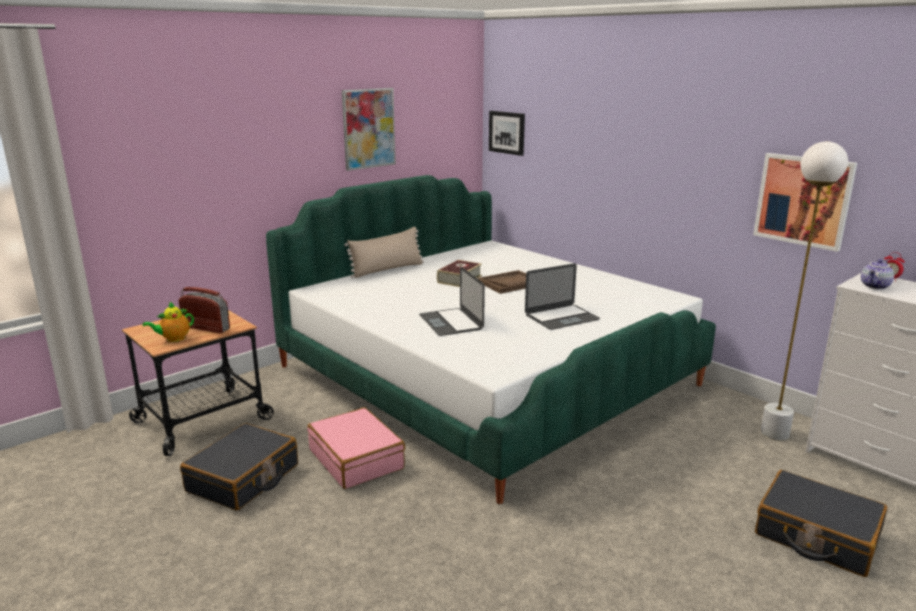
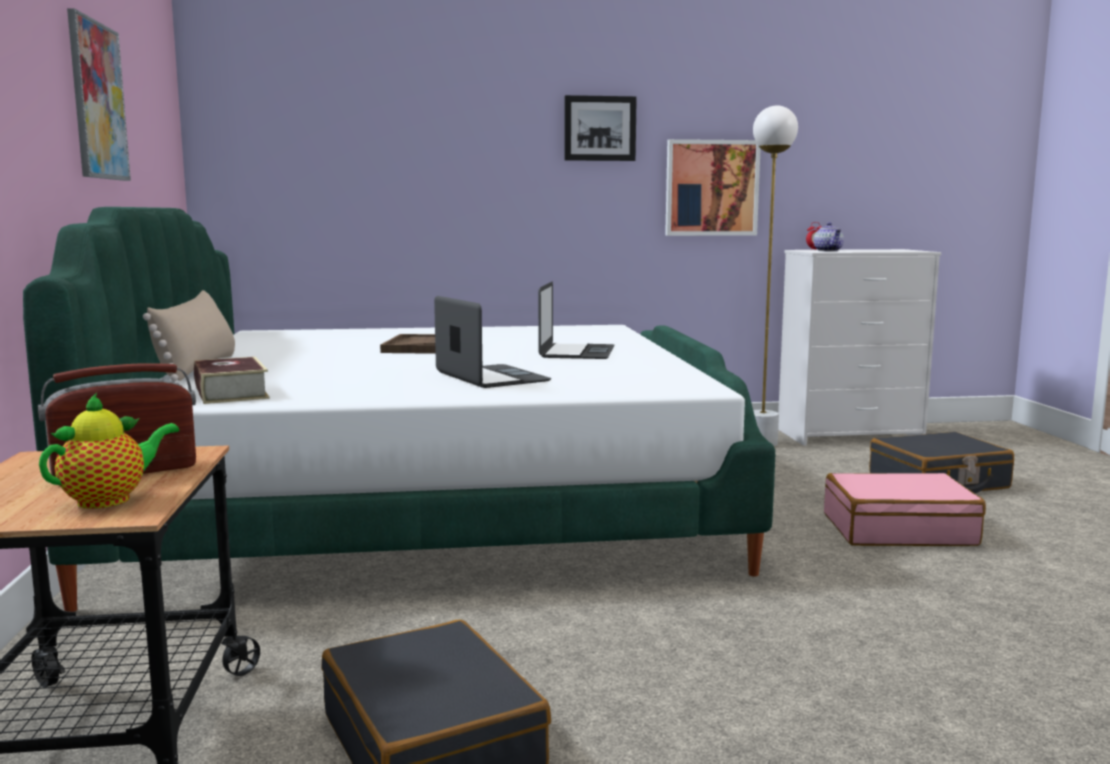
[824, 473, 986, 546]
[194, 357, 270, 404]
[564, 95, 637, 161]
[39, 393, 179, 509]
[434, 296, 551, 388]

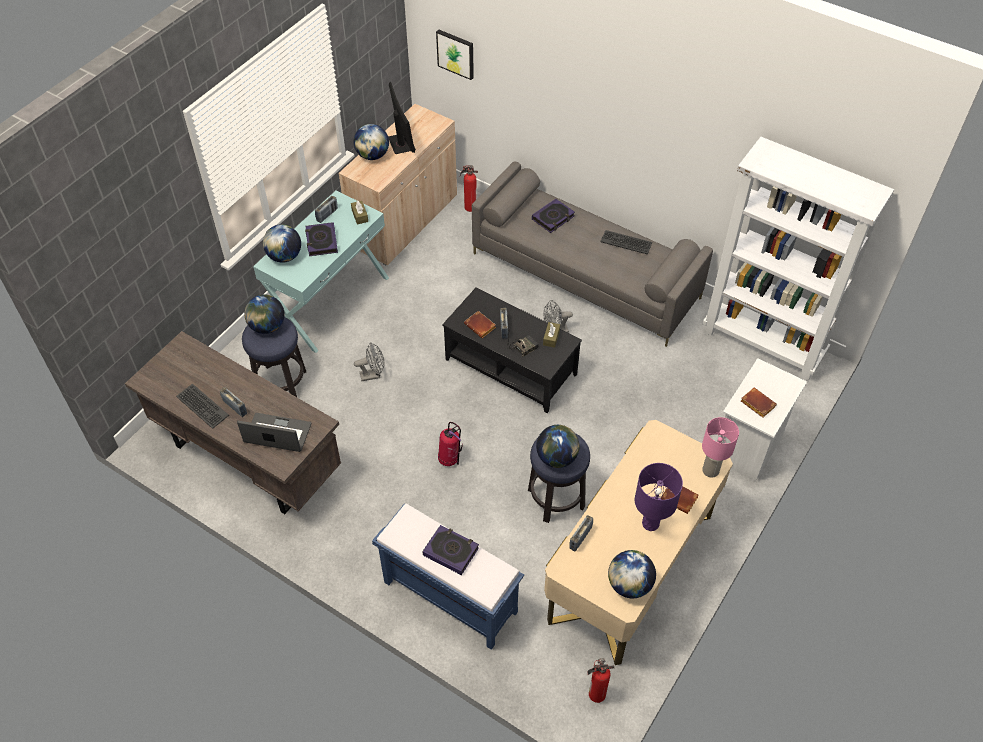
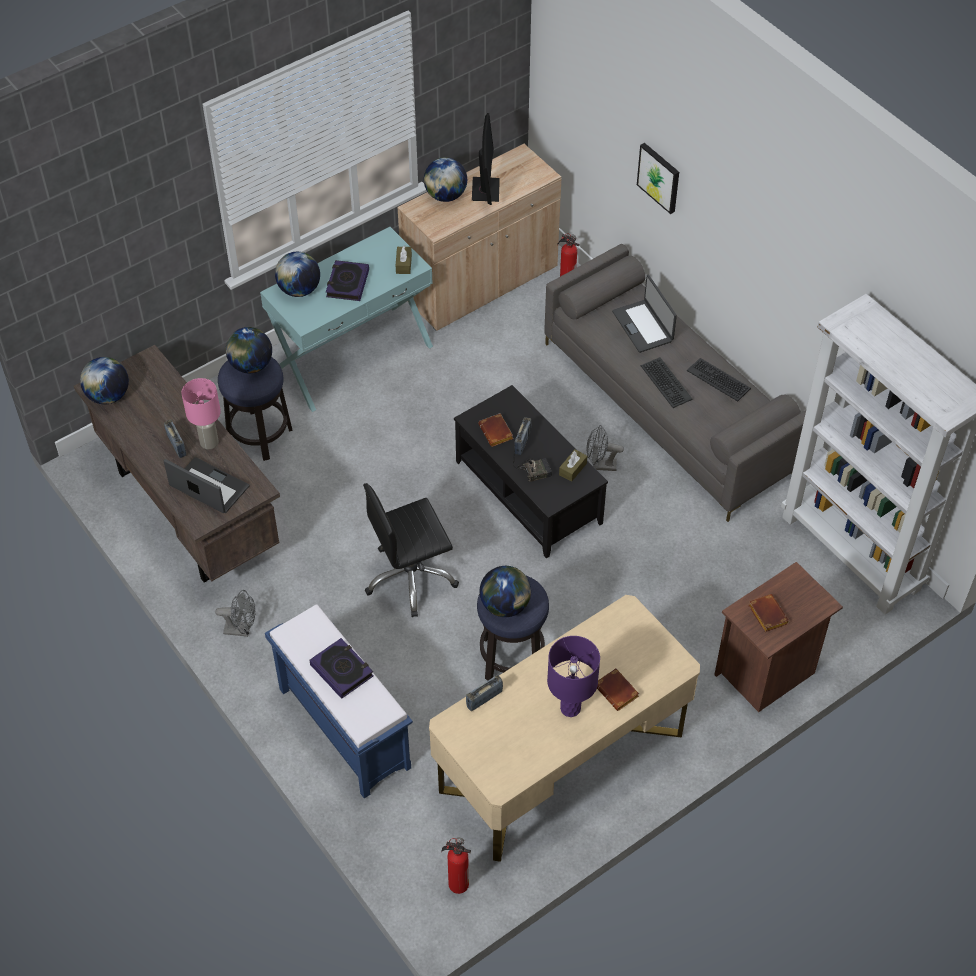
[315, 196, 338, 223] (first image)
[641, 357, 693, 408]
[215, 590, 255, 637]
[637, 143, 679, 214]
[80, 357, 129, 404]
[181, 378, 221, 449]
[363, 483, 459, 617]
[612, 275, 677, 353]
[714, 562, 843, 712]

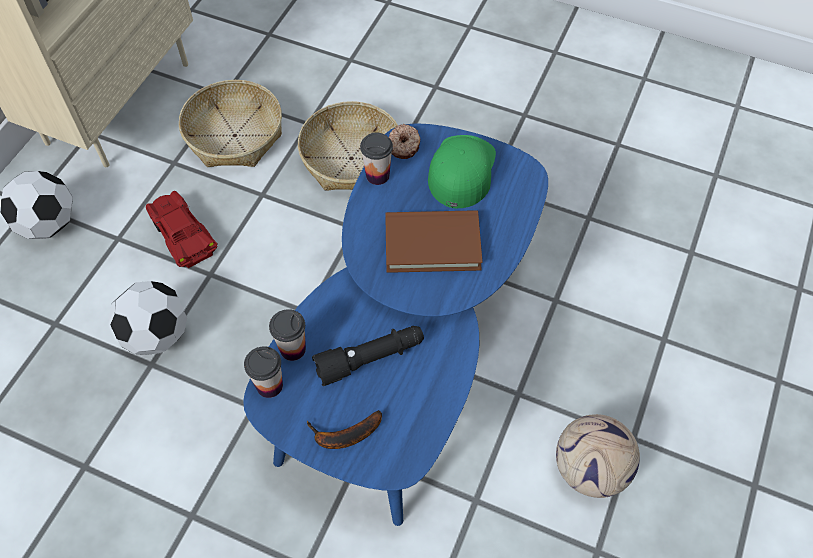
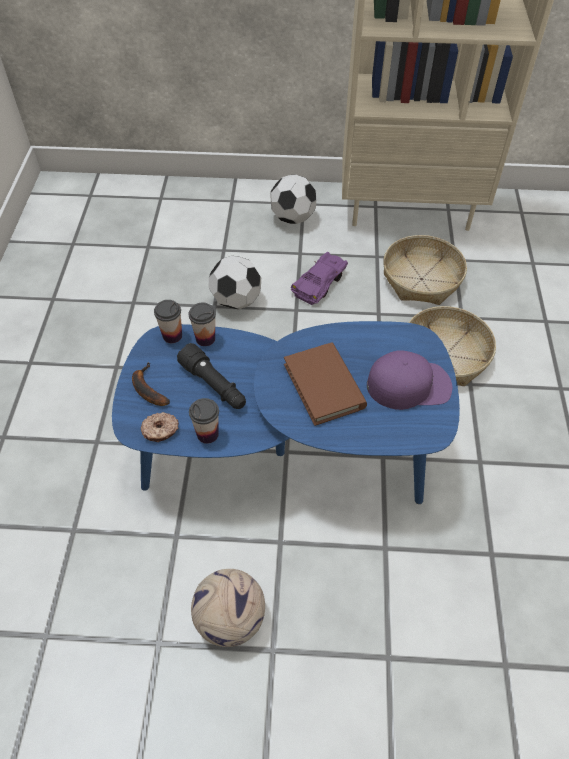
[189, 398, 219, 444]
[141, 412, 179, 442]
[291, 252, 348, 305]
[367, 350, 453, 410]

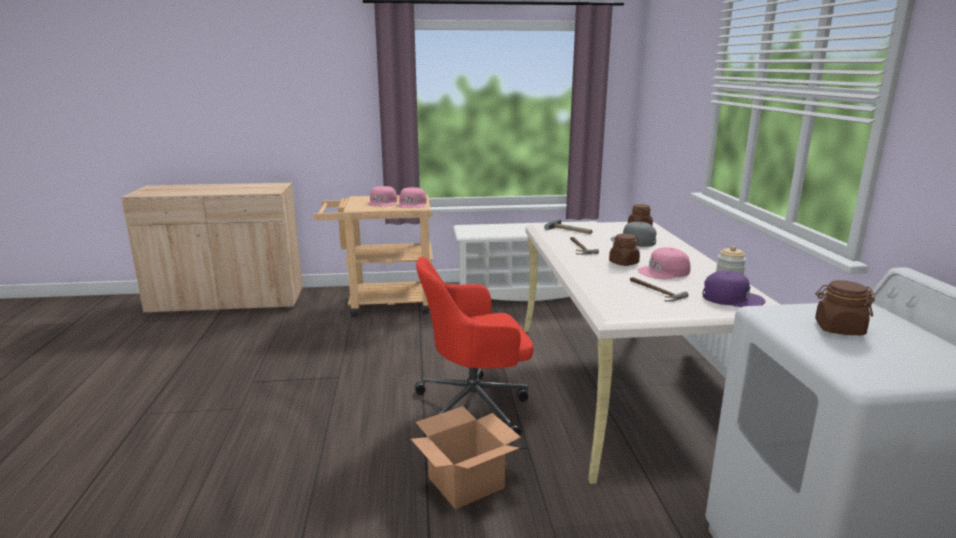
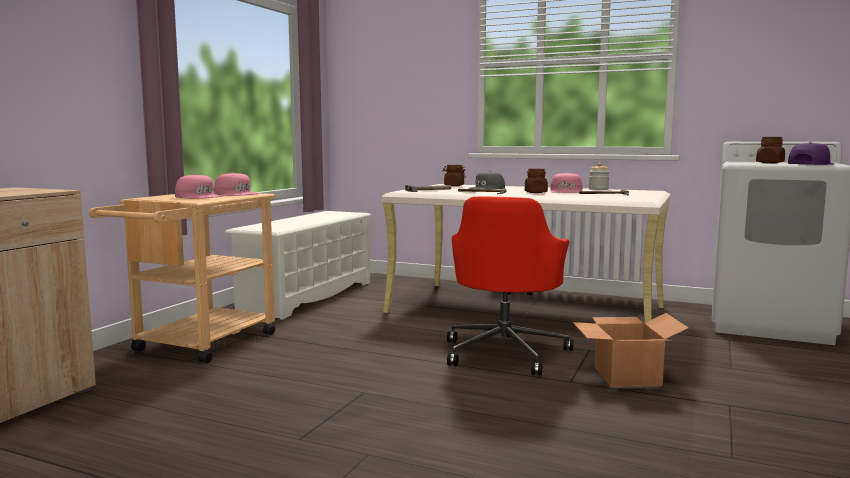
[788, 142, 834, 165]

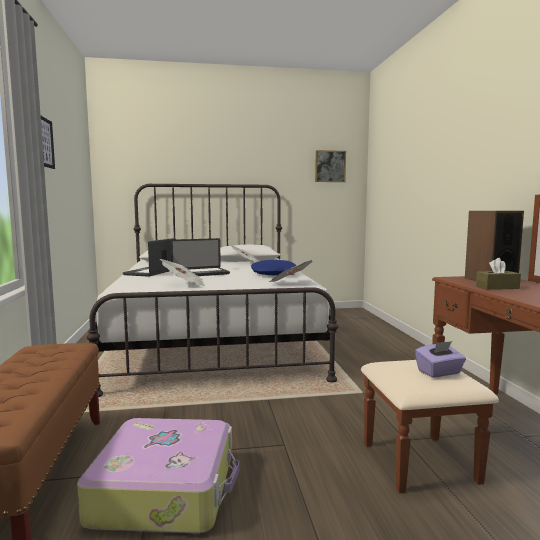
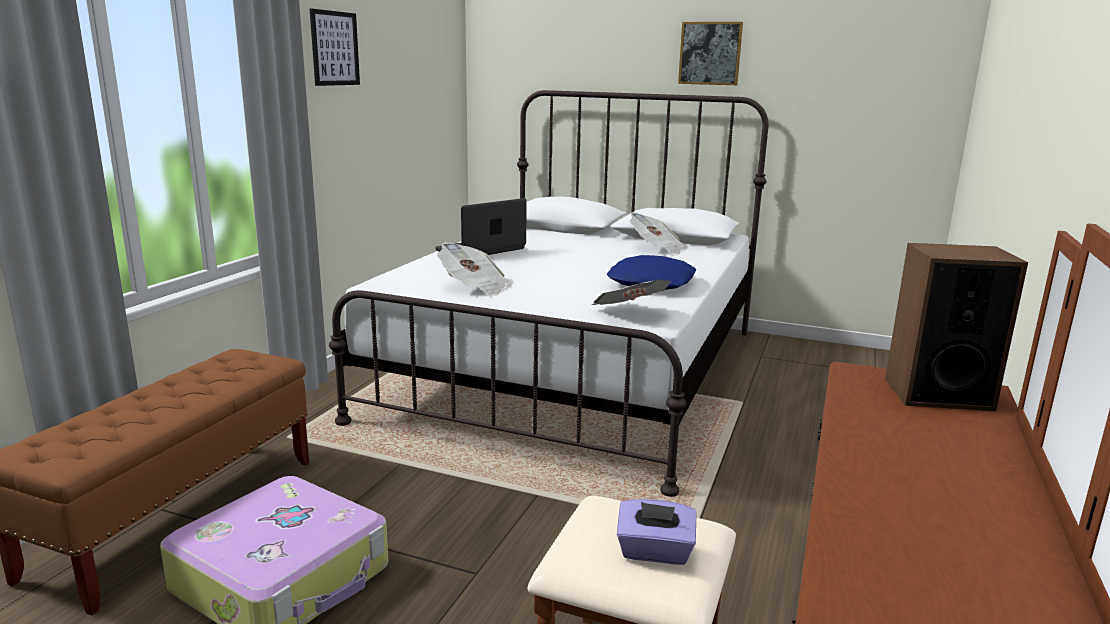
[171, 238, 230, 276] (first image)
[476, 258, 521, 290] (first image)
[678, 22, 743, 85]

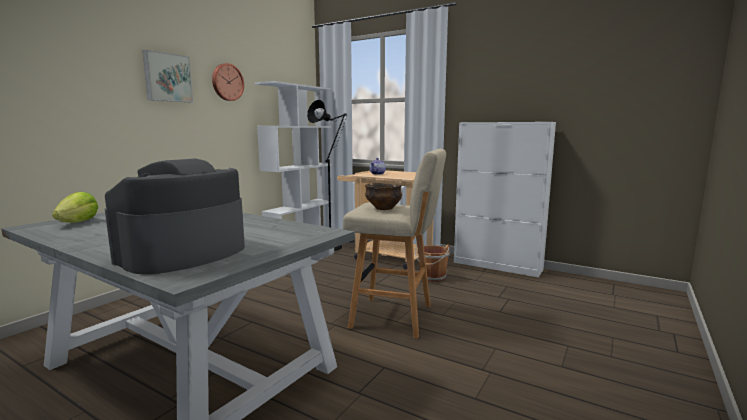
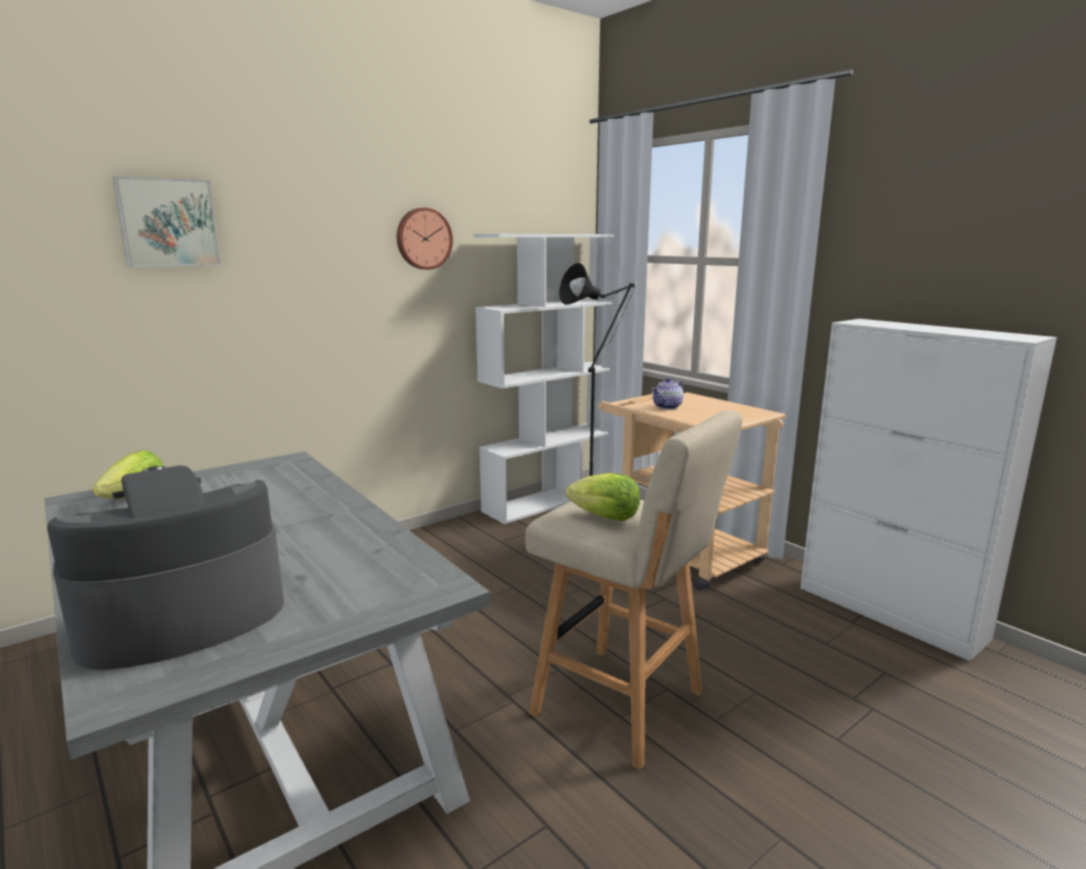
[415, 244, 450, 282] (first image)
[112, 176, 221, 267]
[566, 473, 640, 521]

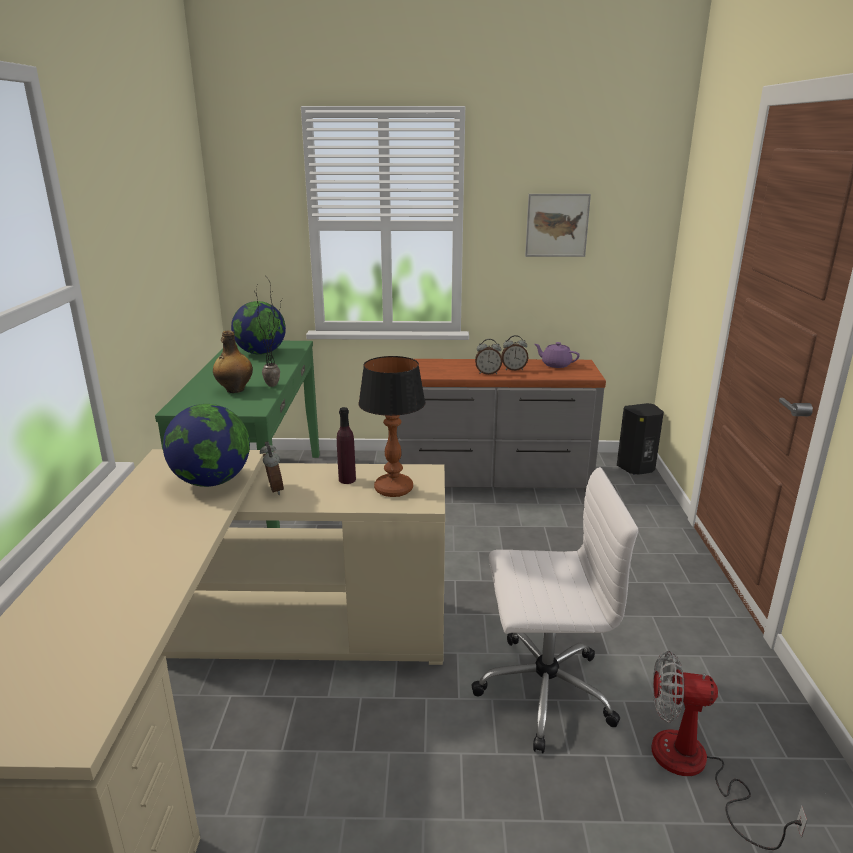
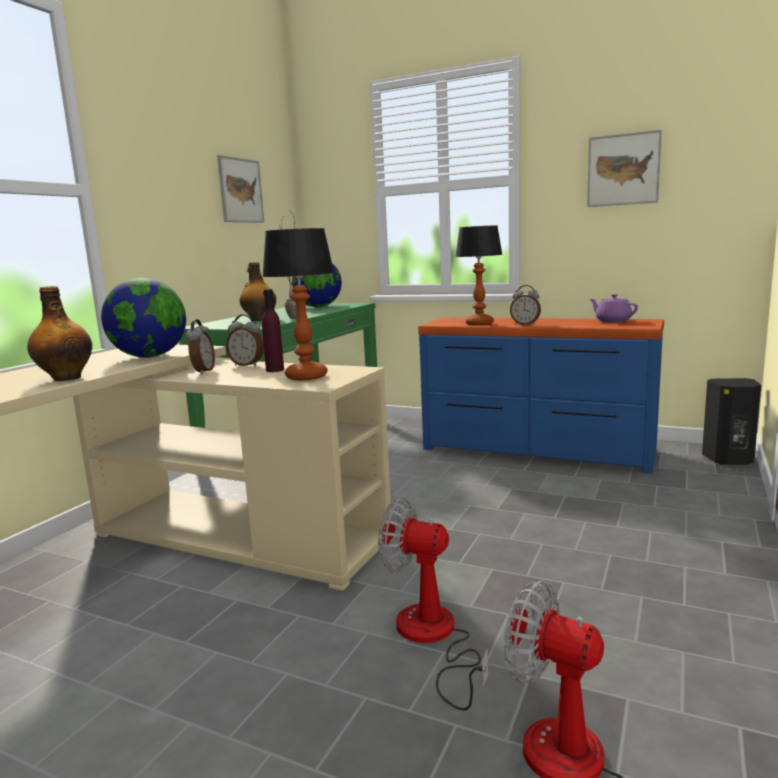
[27, 286, 92, 381]
[217, 155, 264, 223]
[455, 225, 503, 325]
[226, 314, 264, 366]
[378, 498, 488, 711]
[418, 317, 664, 474]

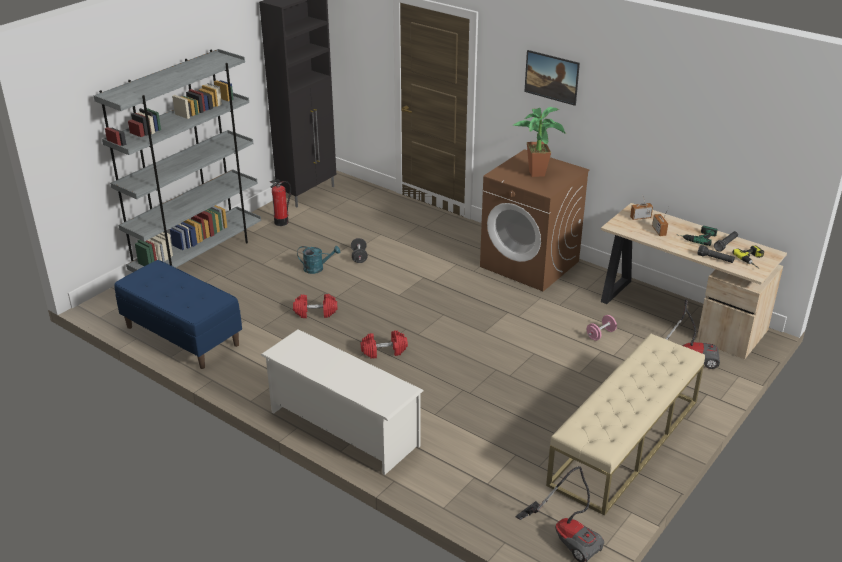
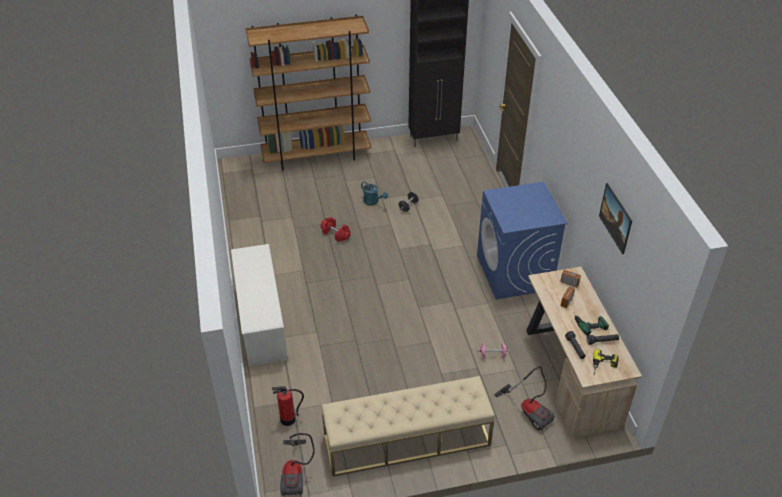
[114, 260, 242, 369] (first image)
[361, 331, 408, 359] (first image)
[513, 107, 566, 177] (first image)
[272, 387, 304, 426]
[599, 183, 632, 254]
[246, 14, 371, 170]
[477, 182, 568, 299]

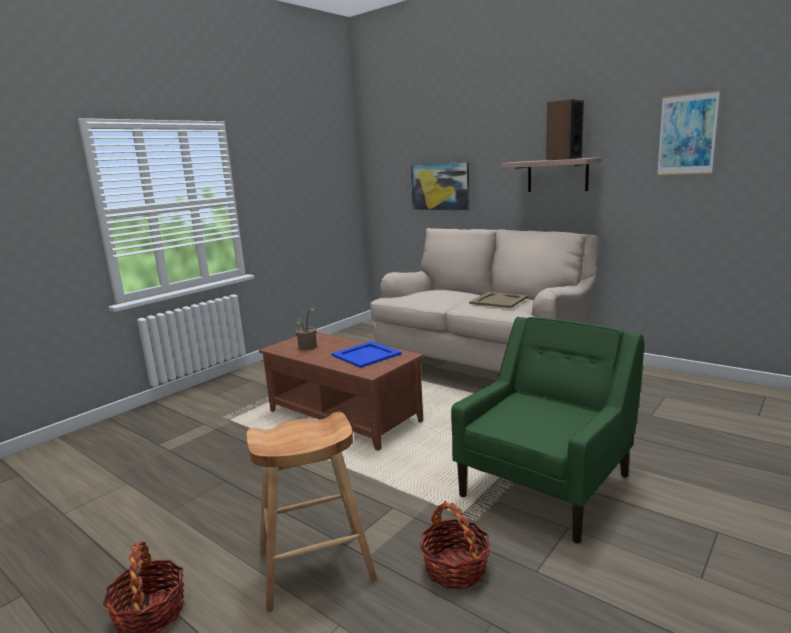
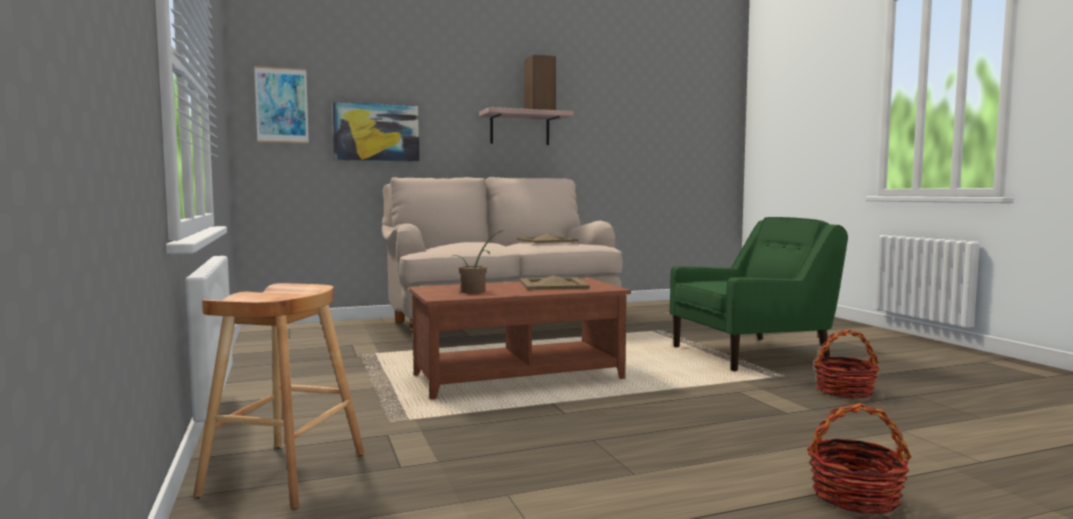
[193, 283, 365, 509]
[254, 66, 309, 143]
[520, 275, 590, 290]
[670, 217, 848, 371]

